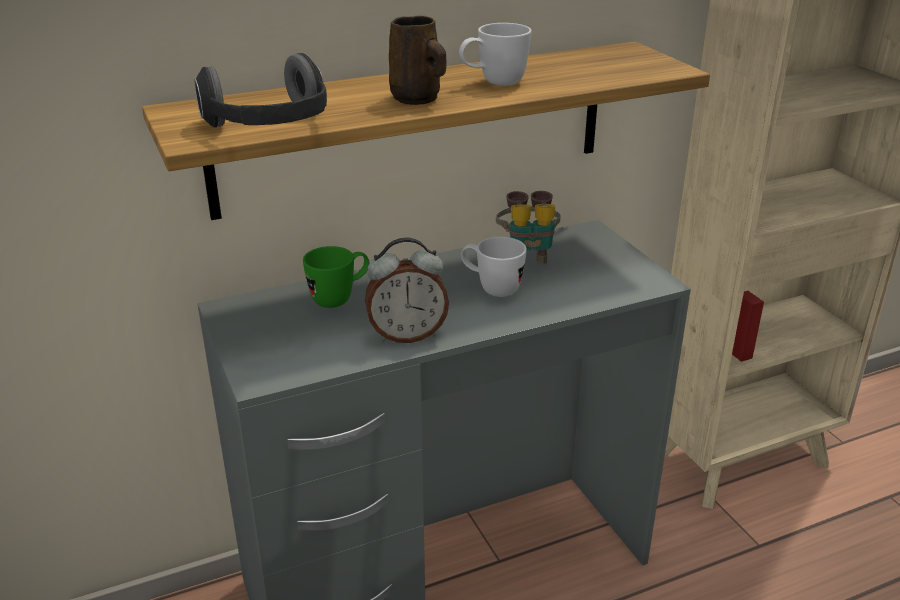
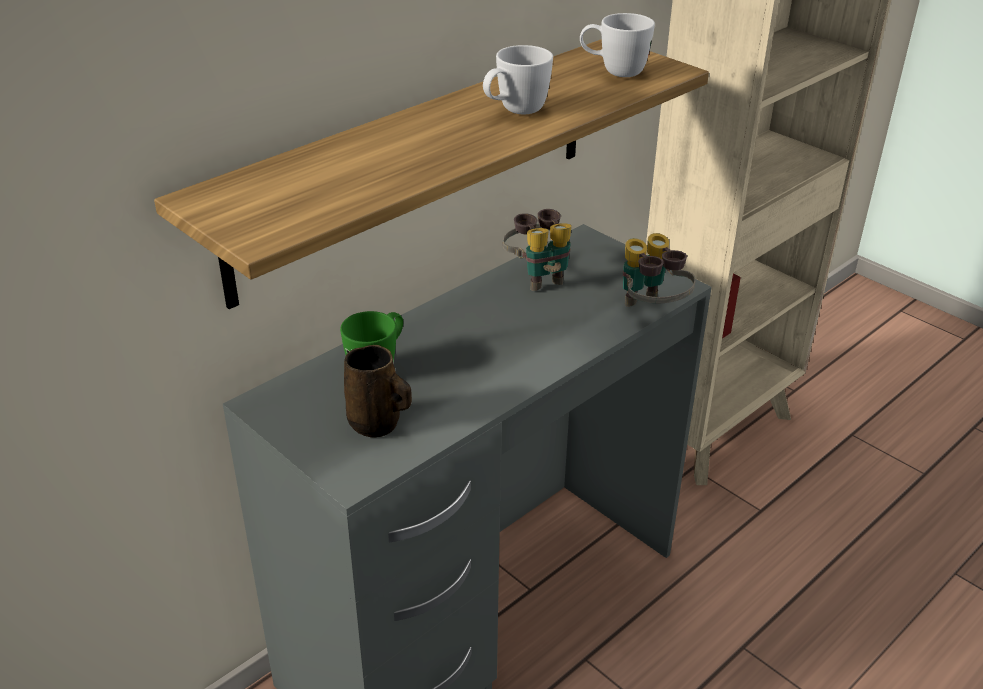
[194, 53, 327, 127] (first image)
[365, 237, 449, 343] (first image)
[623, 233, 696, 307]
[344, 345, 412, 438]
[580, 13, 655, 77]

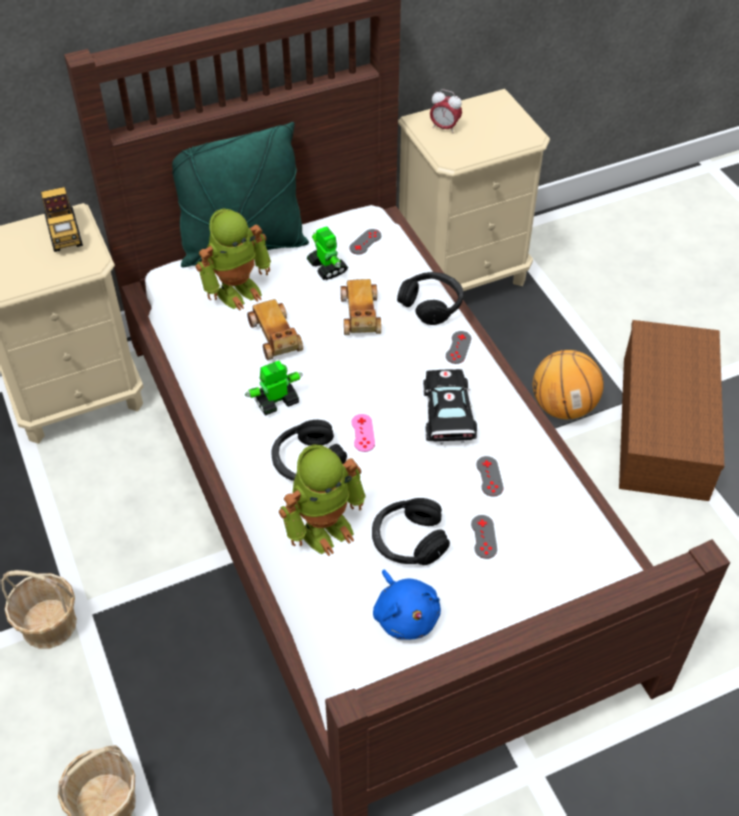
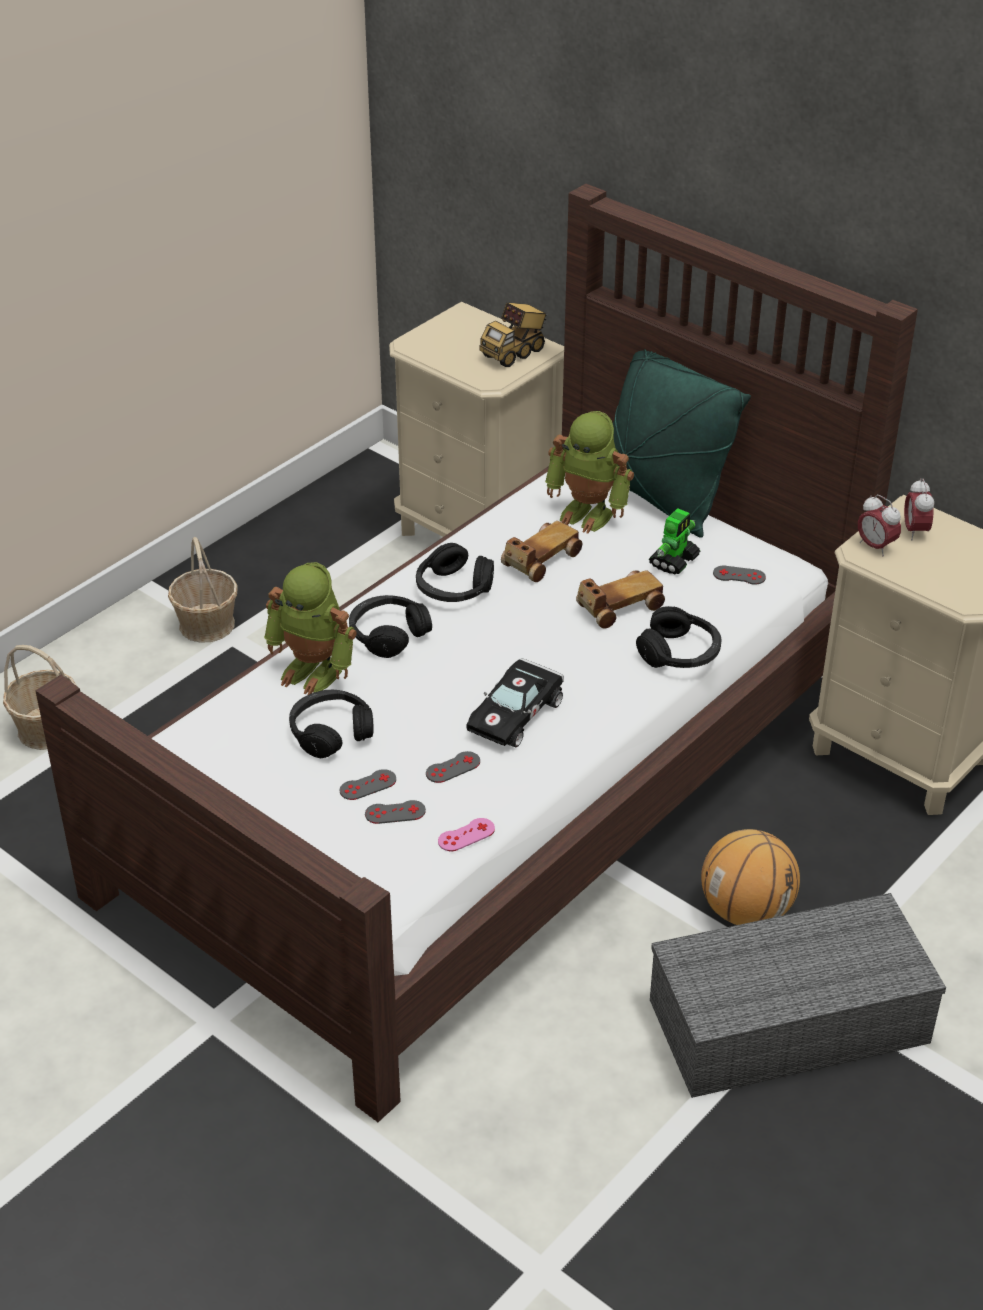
[373, 569, 441, 640] (first image)
[858, 495, 901, 556]
[438, 818, 495, 851]
[365, 800, 426, 824]
[416, 543, 494, 602]
[650, 893, 946, 1098]
[466, 658, 564, 748]

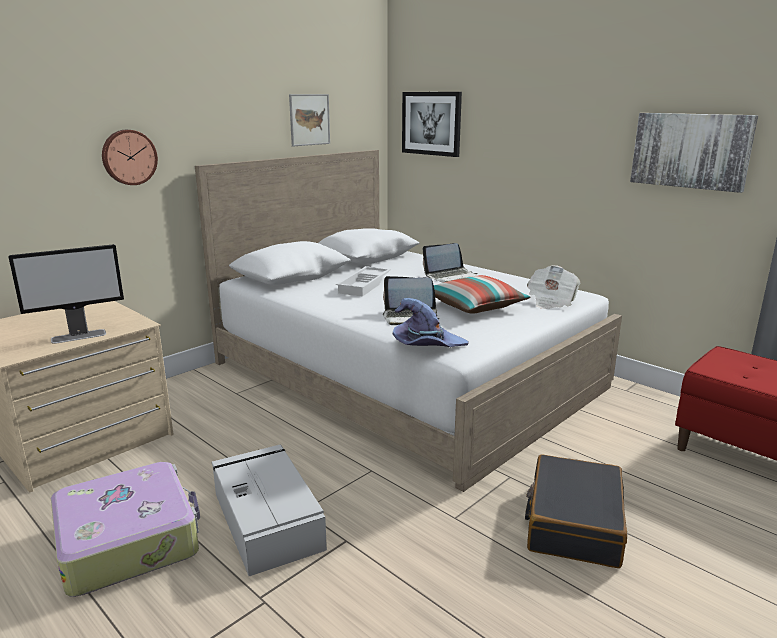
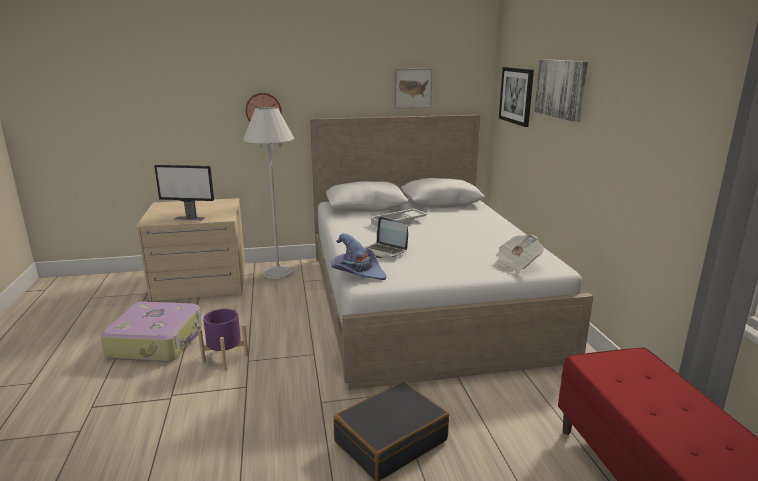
[423, 243, 478, 283] (first image)
[434, 275, 531, 313] (first image)
[243, 107, 294, 279]
[534, 59, 588, 122]
[198, 309, 249, 371]

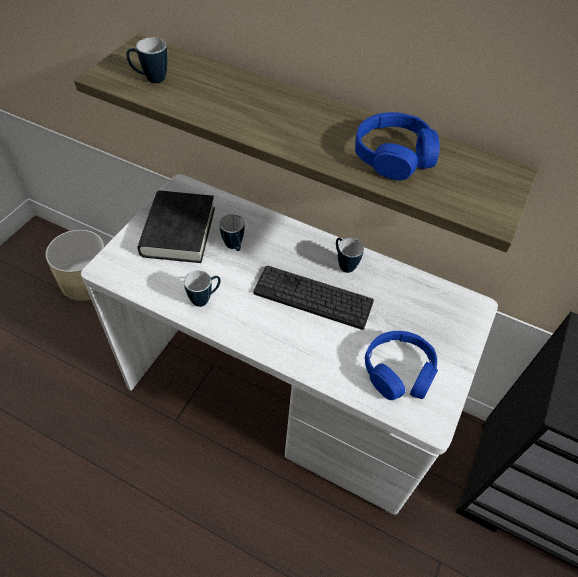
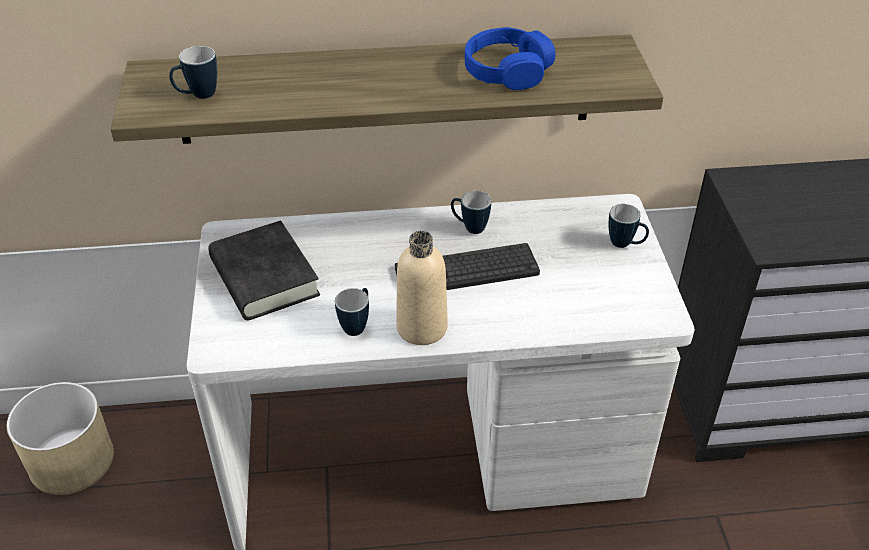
[365, 331, 438, 400] (first image)
[396, 231, 448, 345]
[609, 204, 649, 248]

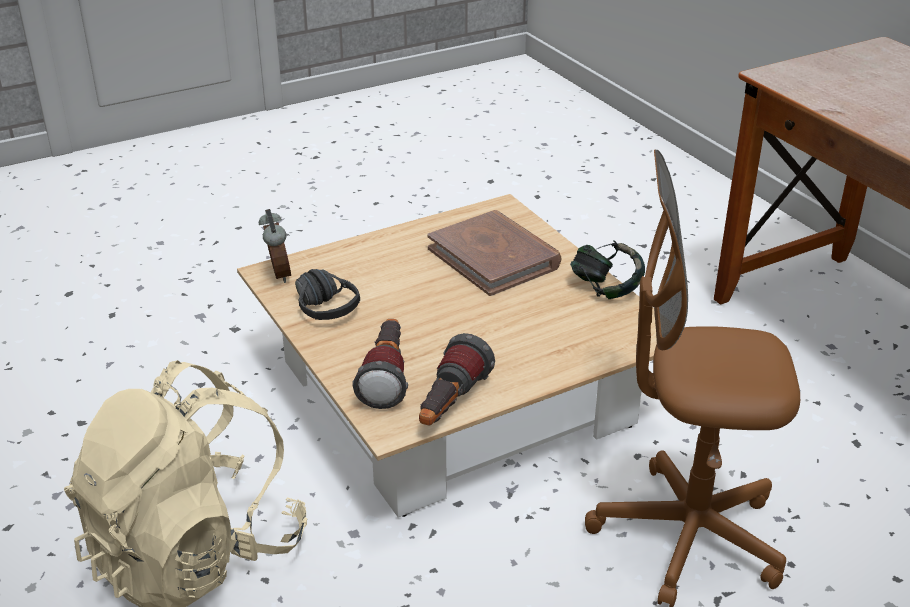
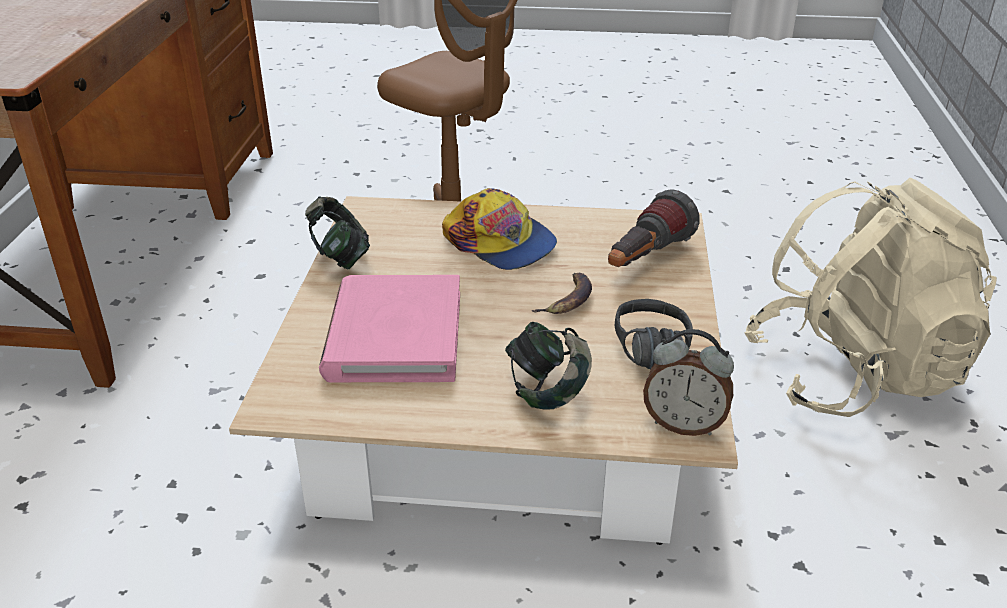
[419, 333, 495, 425] (first image)
[442, 188, 557, 270]
[505, 322, 592, 410]
[531, 273, 592, 314]
[319, 275, 460, 382]
[643, 329, 734, 436]

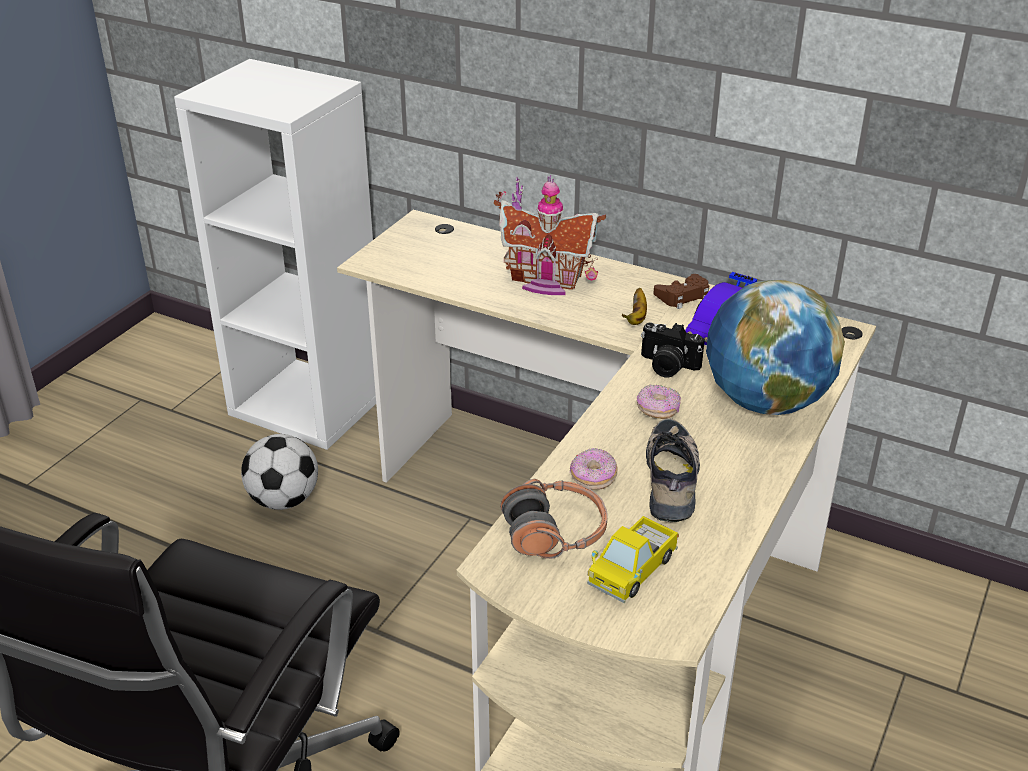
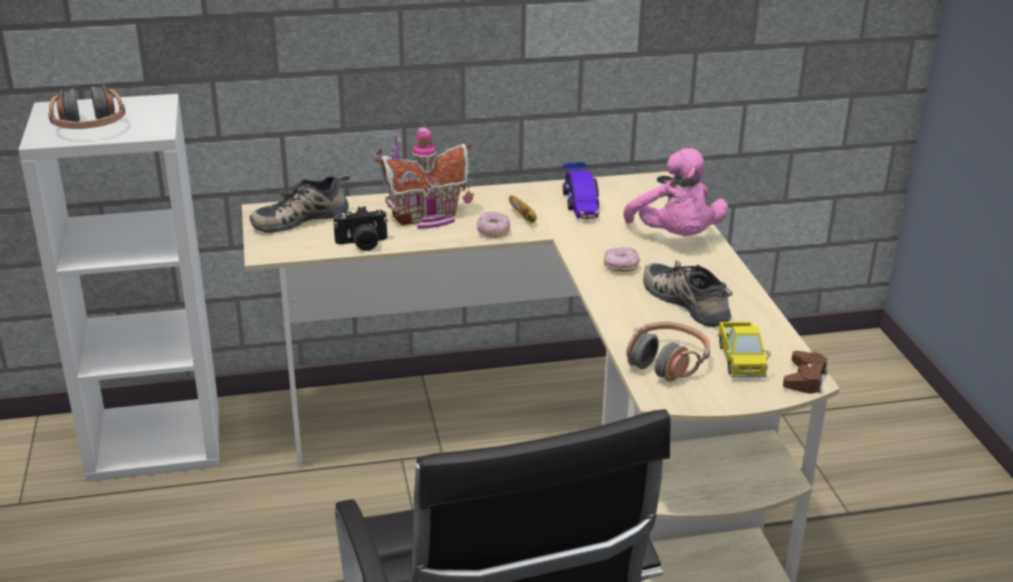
[241, 434, 318, 510] (first image)
[48, 85, 125, 129]
[250, 174, 350, 233]
[477, 212, 510, 238]
[333, 206, 388, 251]
[783, 351, 828, 394]
[623, 148, 728, 236]

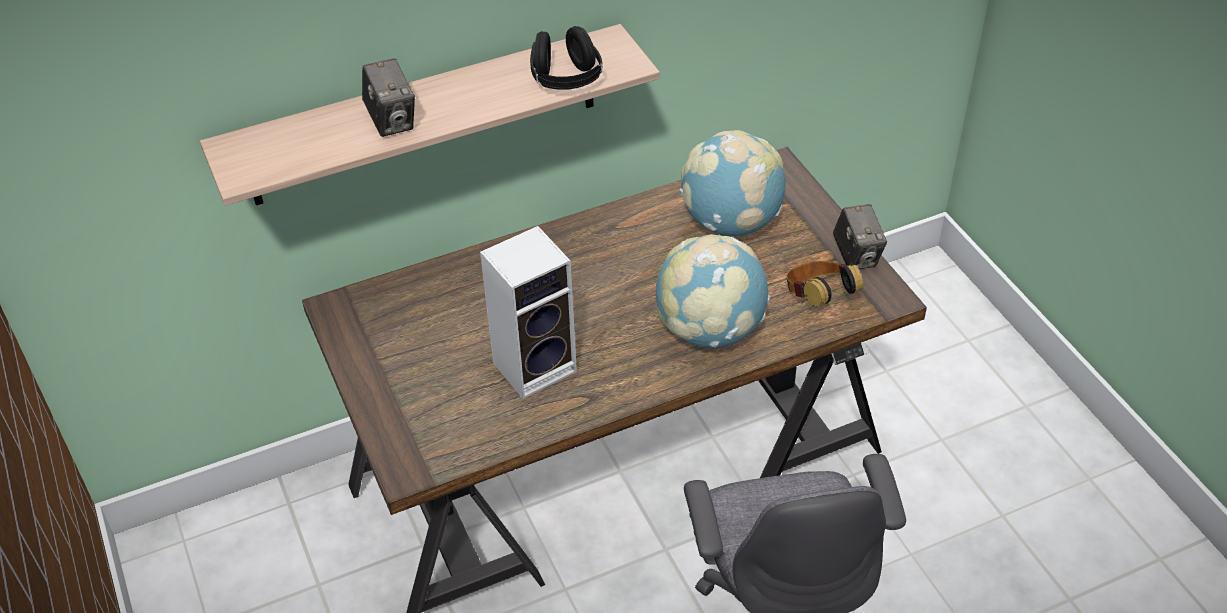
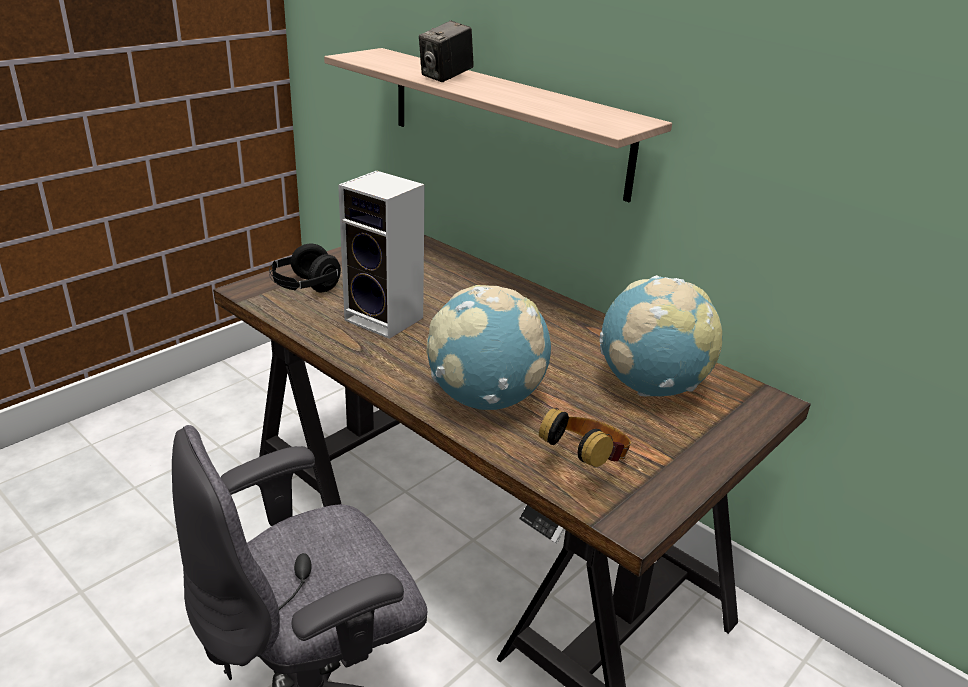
[833, 204, 887, 269] (first image)
[269, 243, 341, 293]

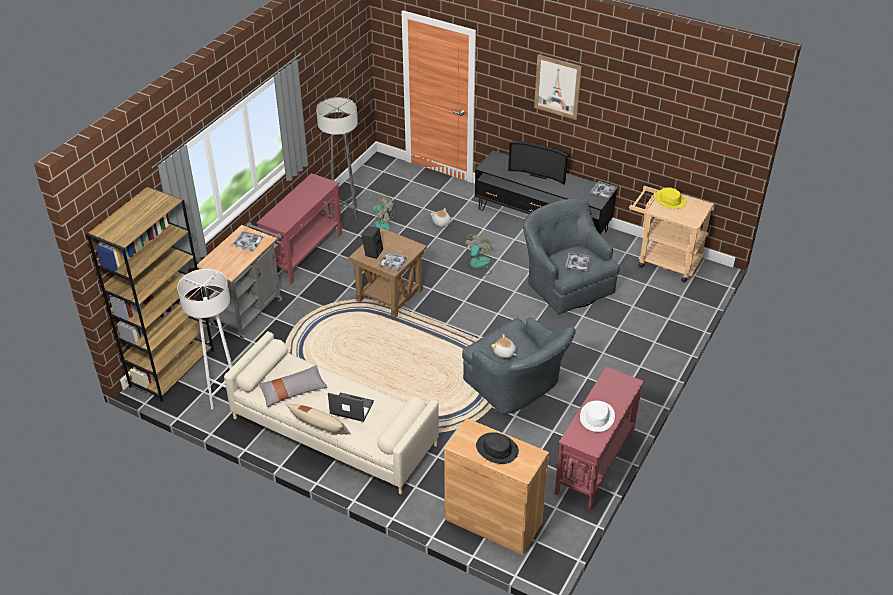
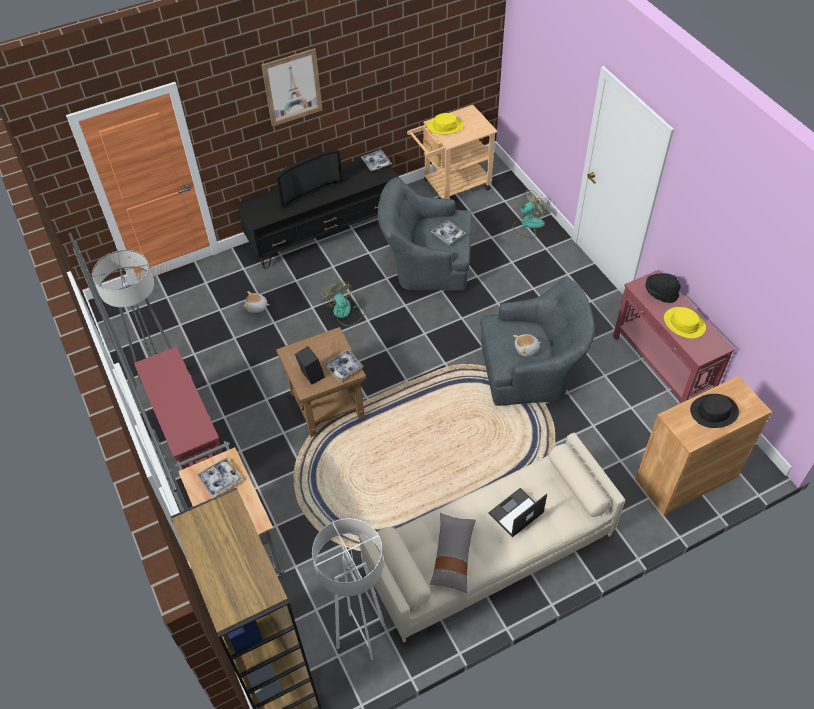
[285, 404, 351, 434] (first image)
[645, 273, 681, 303]
[512, 190, 545, 238]
[664, 307, 706, 339]

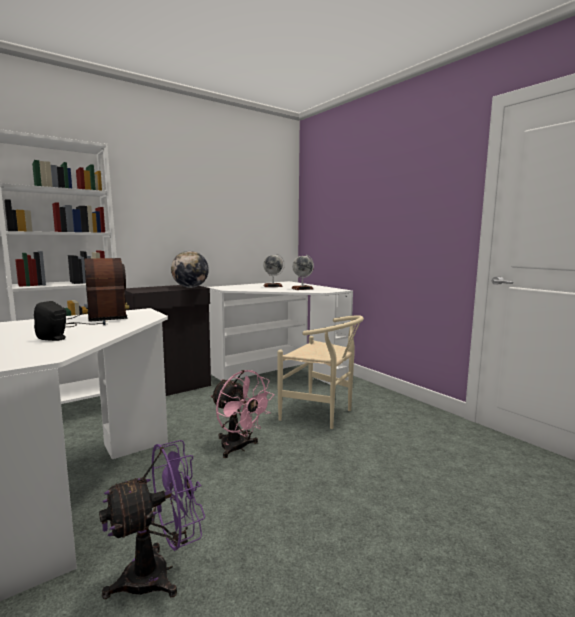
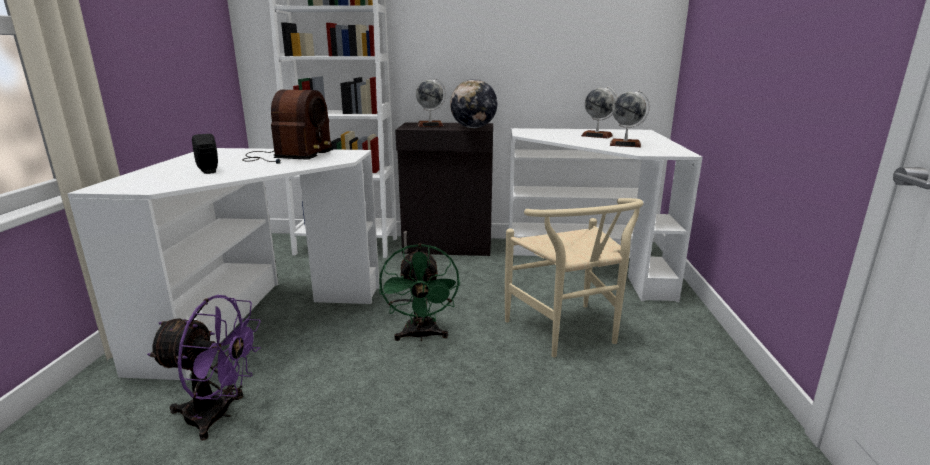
[416, 78, 446, 127]
[379, 244, 460, 341]

